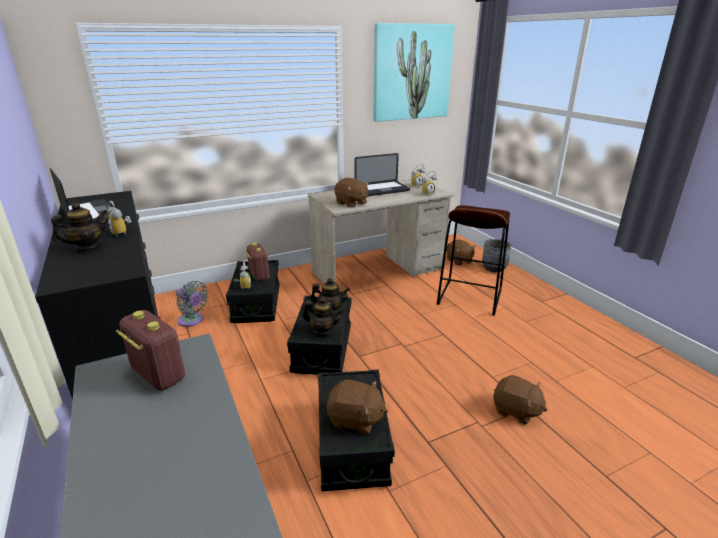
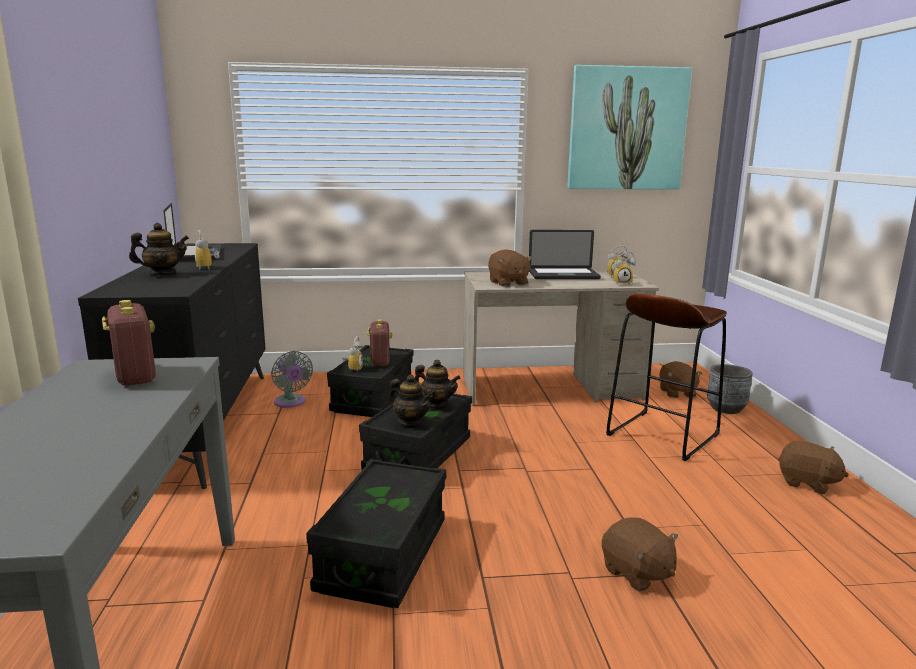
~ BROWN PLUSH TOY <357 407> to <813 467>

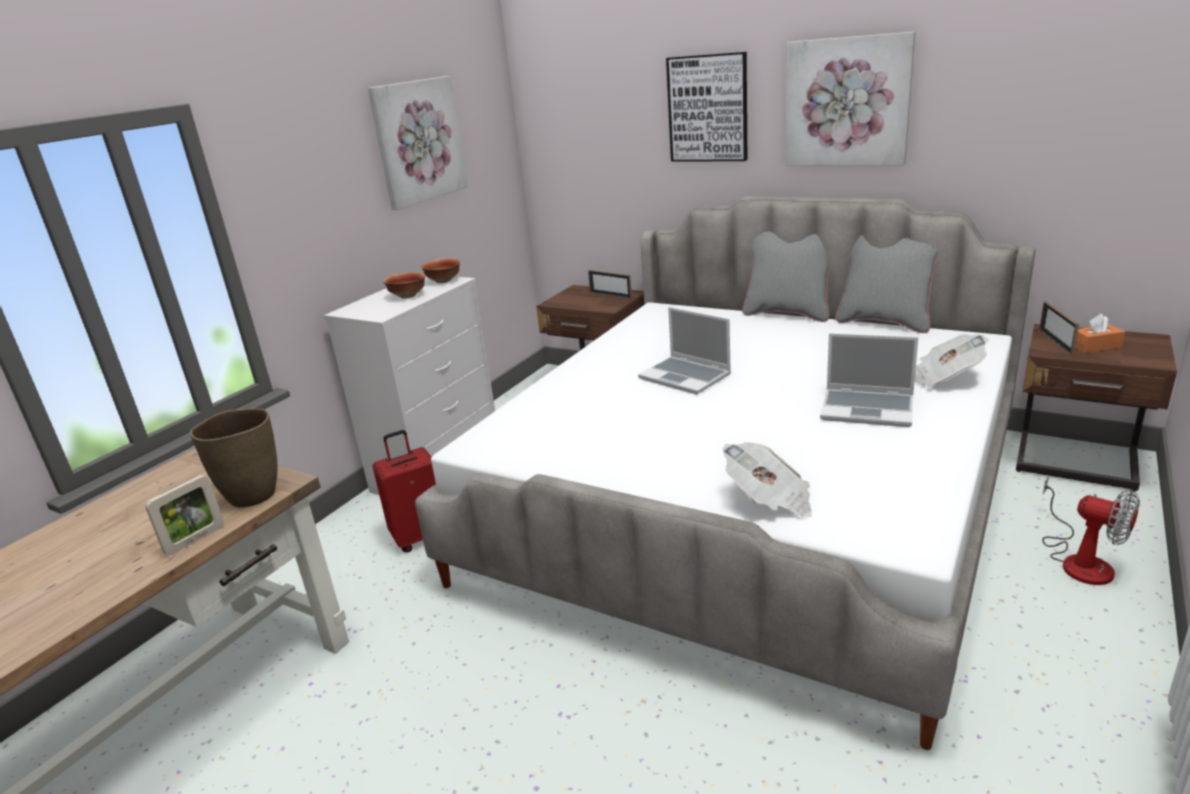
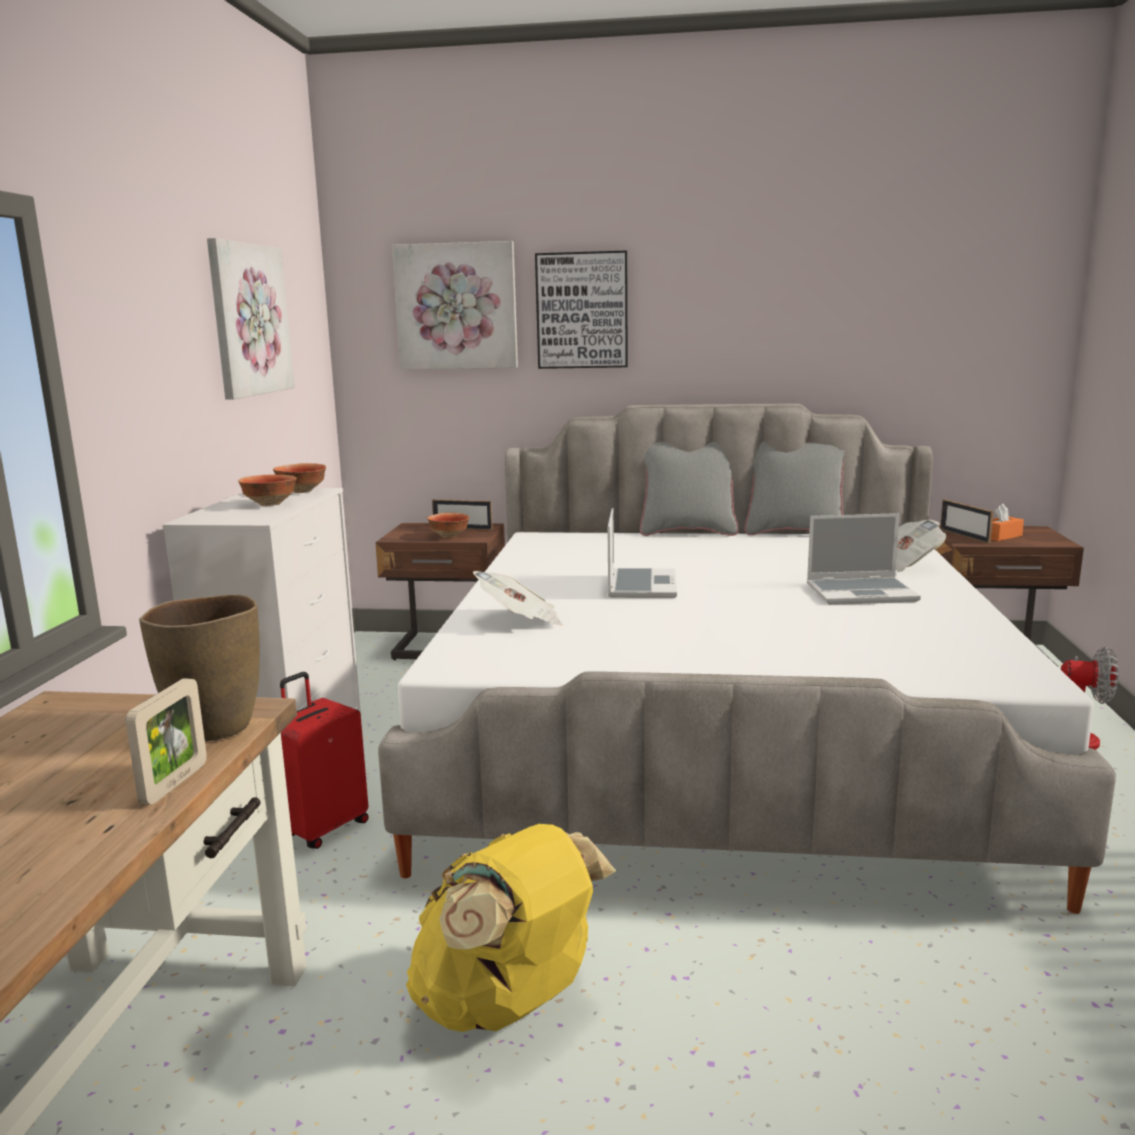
~ LAPTOP <684 351> = <642 553> 105 degrees counterclockwise
~ NEWSPAPER <767 479> to <517 598>
~ PICTURE <850 98> to <455 305>
+ YELLOW BACKPACK <511 928>
+ BOWL <448 525>

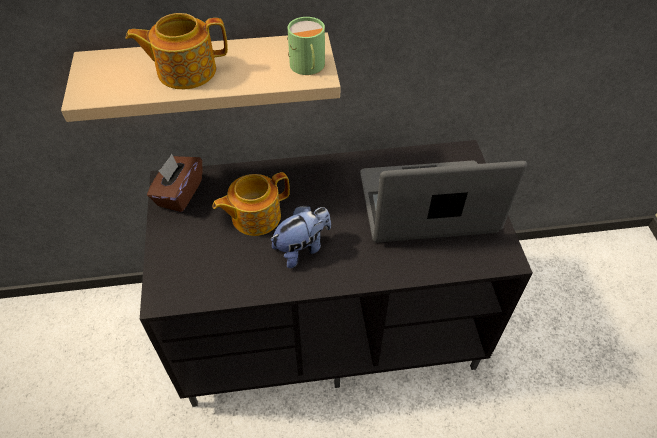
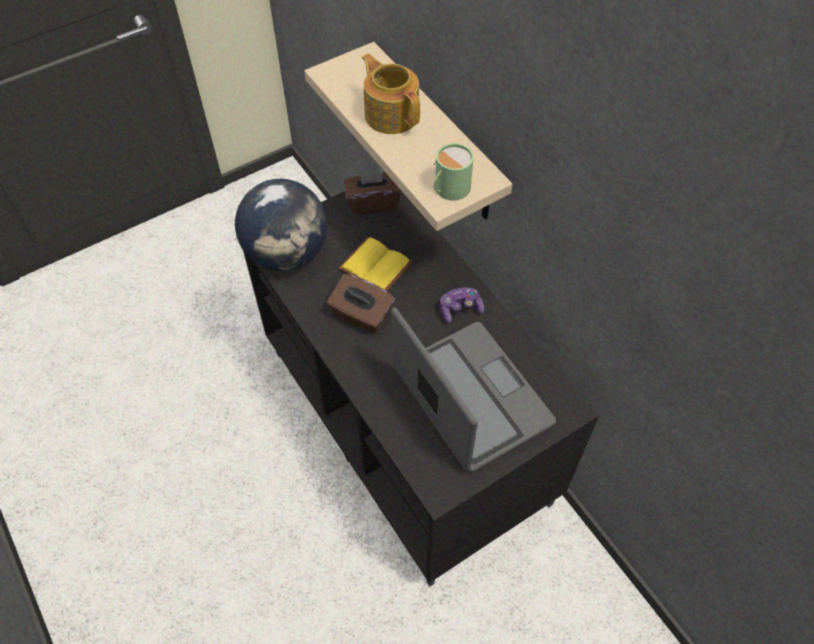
~ TEAPOT <251 204> to YELLOW BOOK <376 264>
~ PLUSH TOY <300 237> to BROWN TISSUE BOX <361 303>
+ GLOBE <281 225>
+ GAME CONTROLLER <462 305>

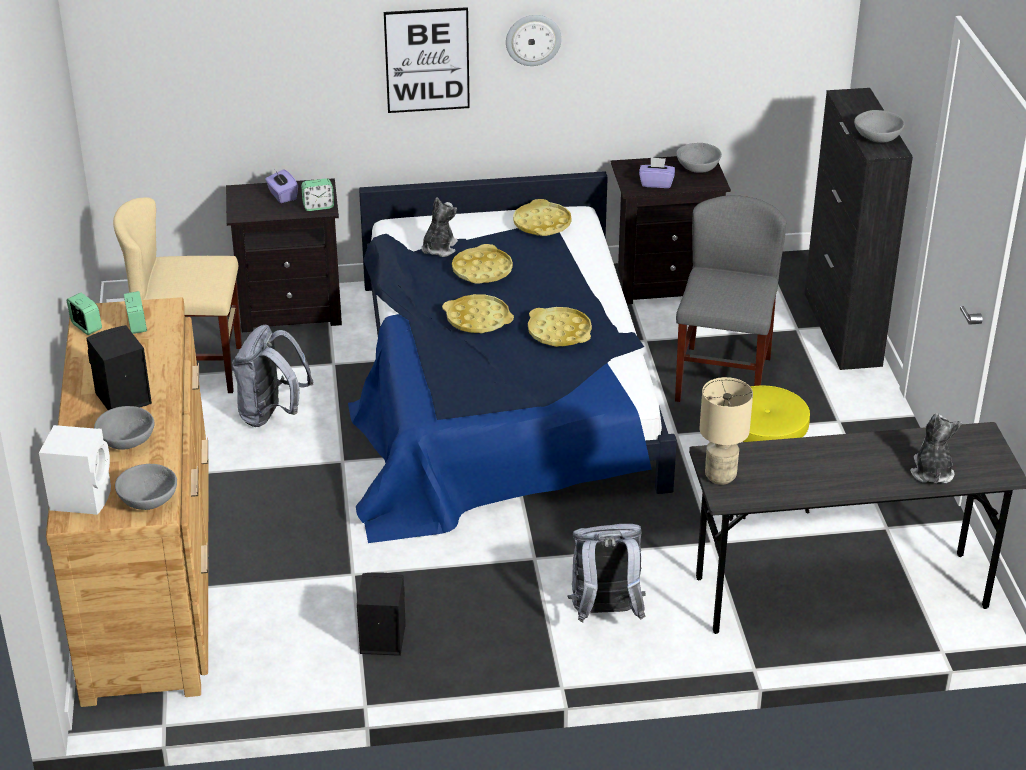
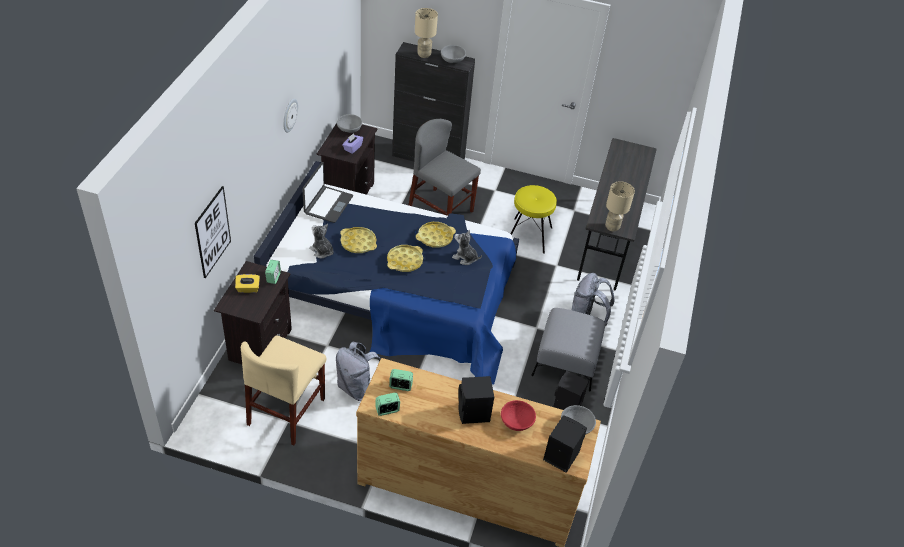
~ WHITE SPEAKER <75 470> to BLACK SPEAKER <565 444>
~ GREY BOWL <124 428> to RED BOWL <518 415>
~ PURPLE TISSUE BOX <281 186> to YELLOW TISSUE BOX <247 283>
~ PICTURE <427 60> to <213 232>
~ YELLOW TRAY <542 217> to LAPTOP <327 192>
~ PLUSH TOY <936 448> to <467 247>
+ BEIGE TABLE LAMP <426 33>
+ GREY OTTOMAN <568 350>

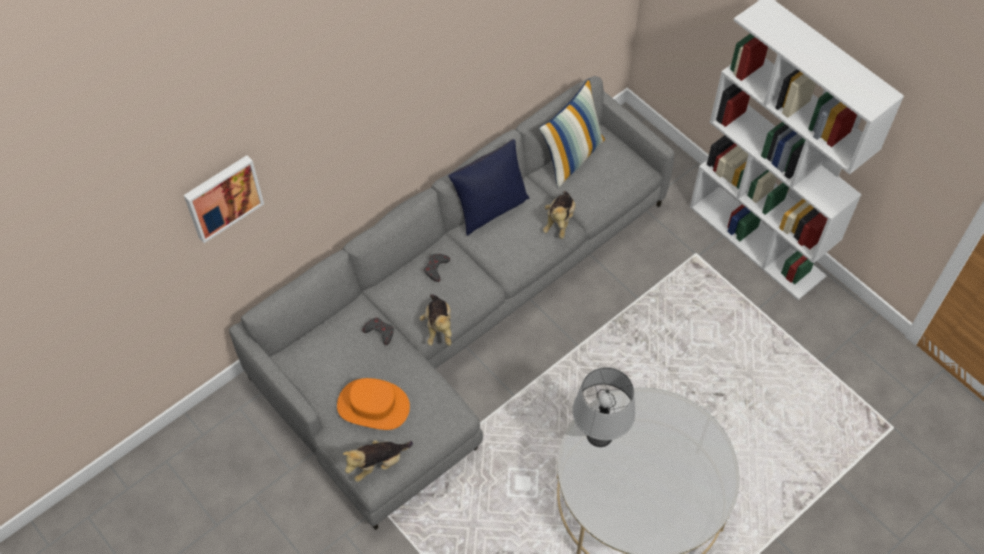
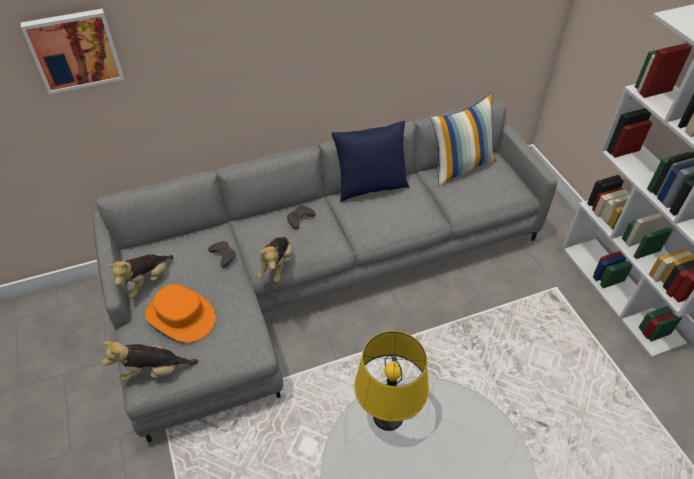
~ PLUSH TOY <559 215> to <140 276>
~ GREY TABLE LAMP <604 407> to YELLOW TABLE LAMP <391 381>

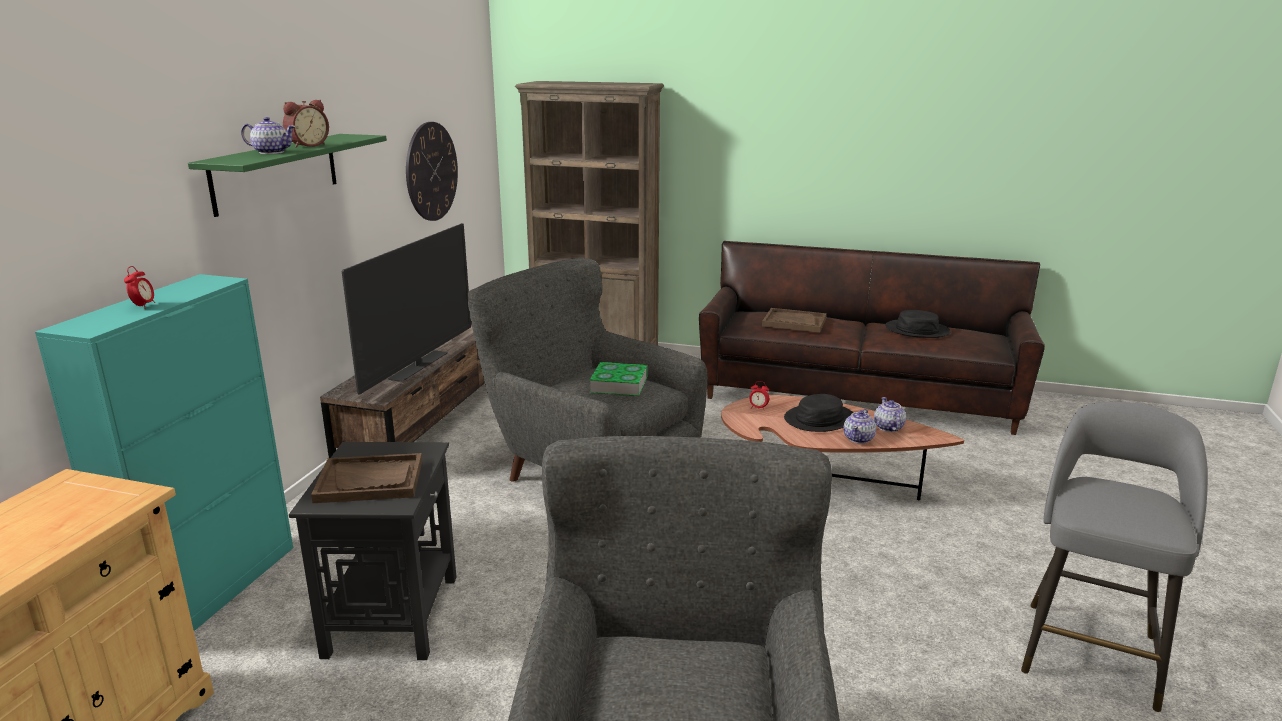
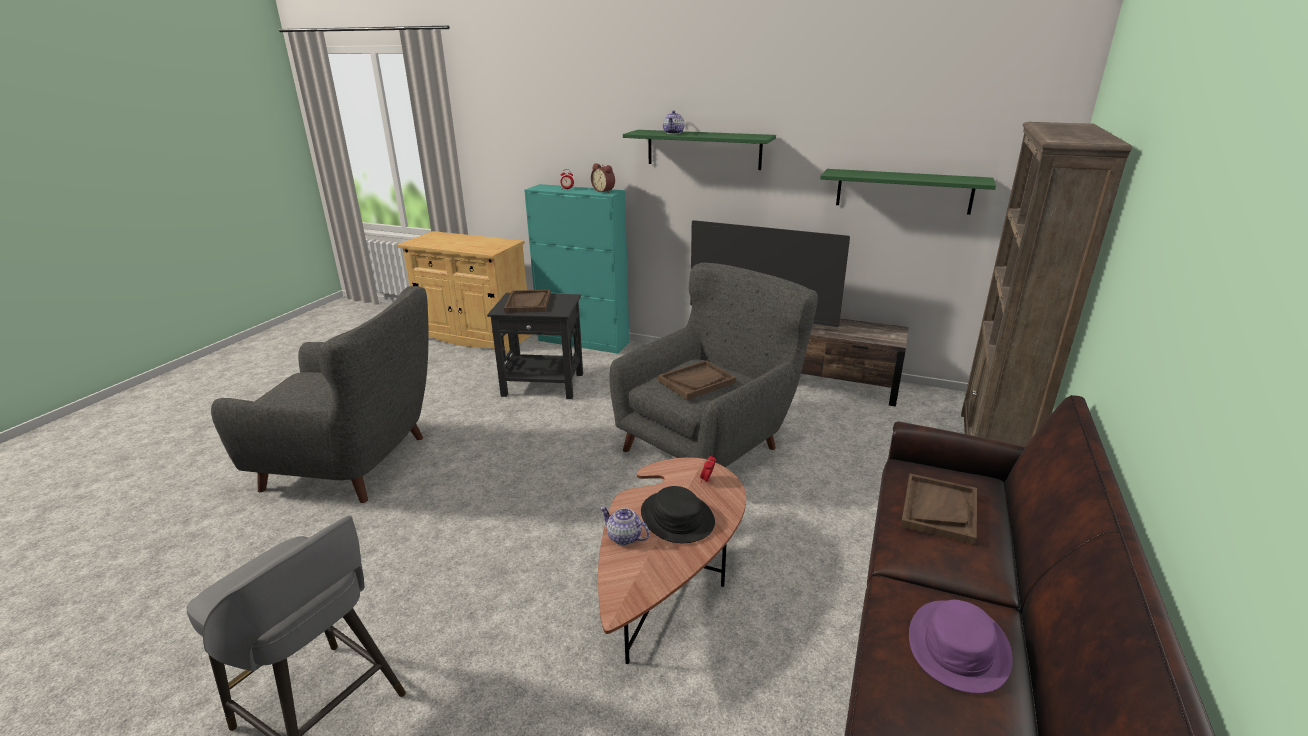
~ ALARM CLOCK <306 124> to <603 178>
~ WALL CLOCK <432 171> to GREEN SHELF <908 192>
~ BOOK <618 379> to BROWN TRAY <697 380>
- TEAPOT <890 414>
~ BLACK HAT <918 324> to PURPLE HAT <961 647>

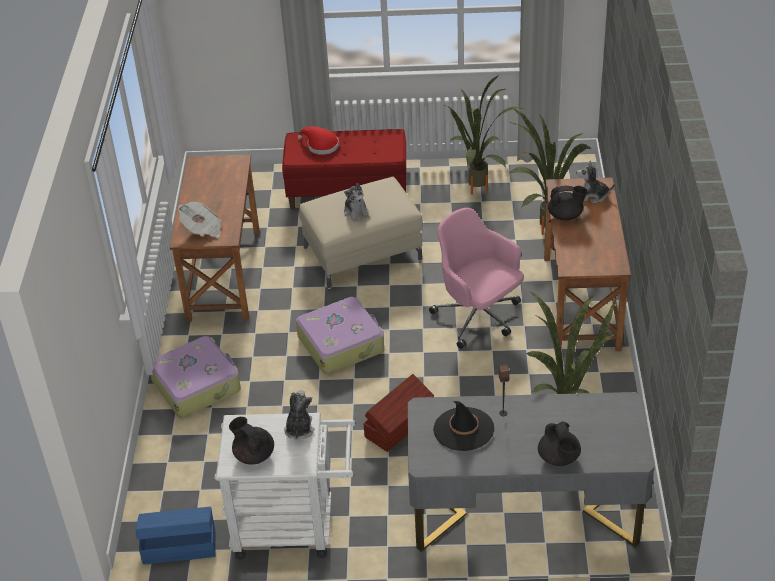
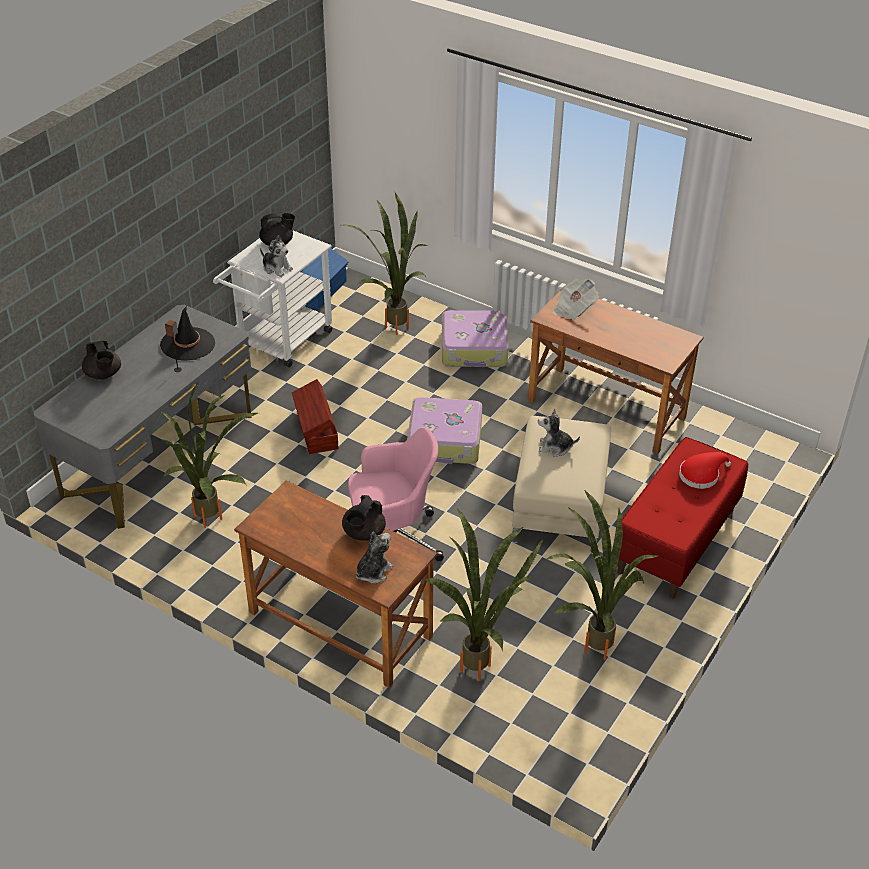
~ BLACK TEAPOT <559 444> = <101 360> 135 degrees counterclockwise
+ POTTED PLANT <385 264>

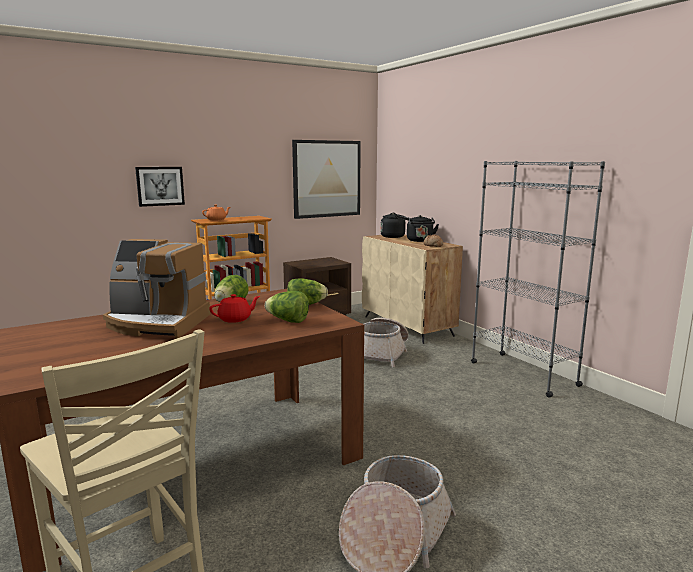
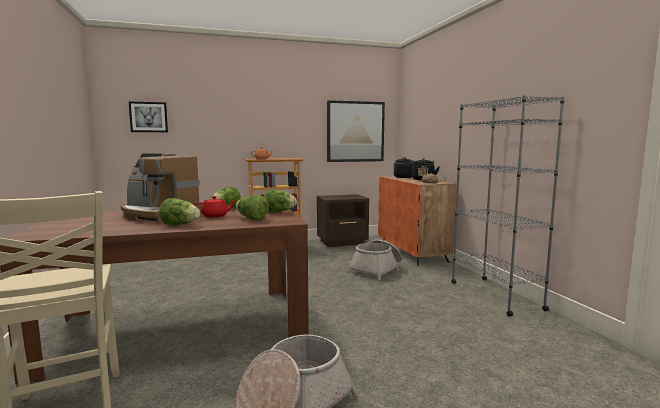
~ PICTURE <160 187> to <148 117>
~ BEIGE CABINET <412 289> to ORANGE CABINET <417 221>
+ LETTUCE <179 212>

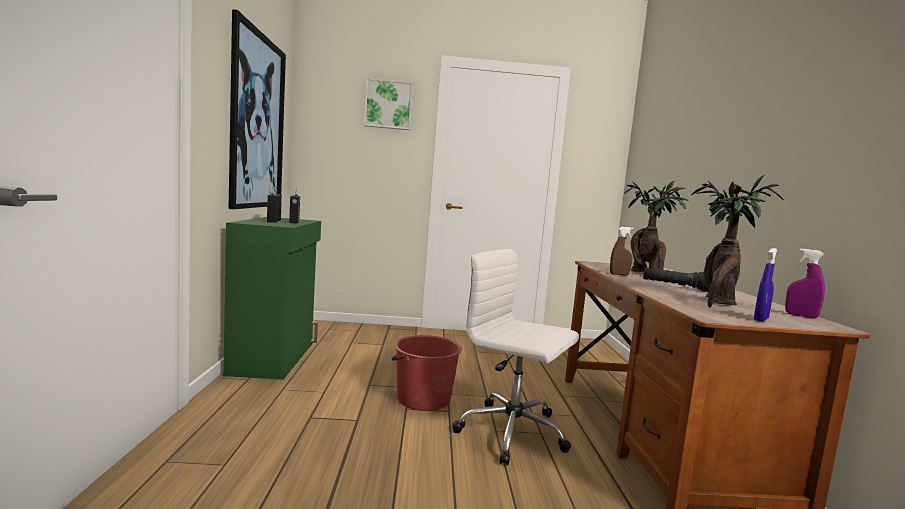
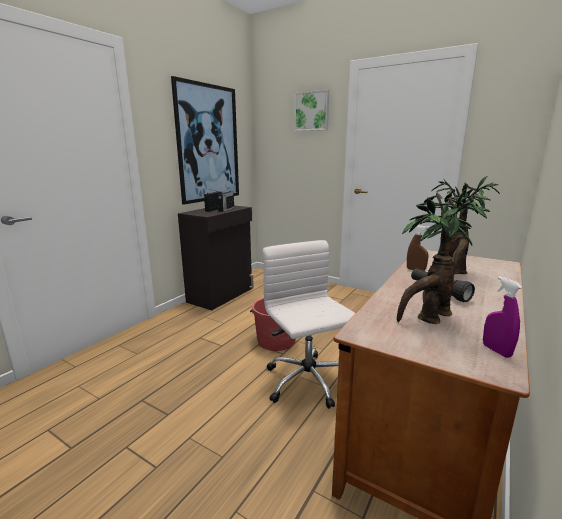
~ GREEN CABINET <272 298> to BLACK CABINET <216 258>
- BLUE SPRAY BOTTLE <765 285>

